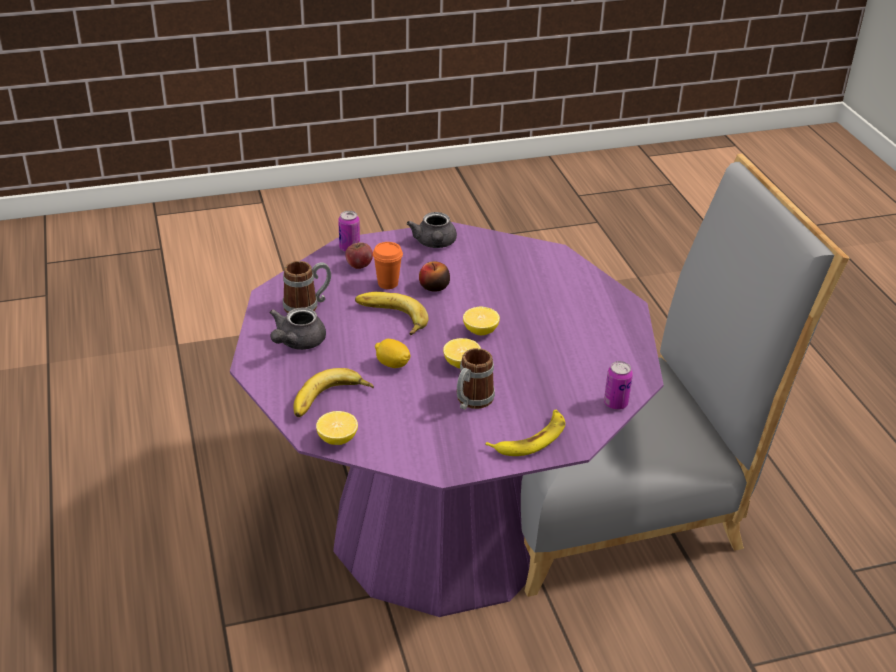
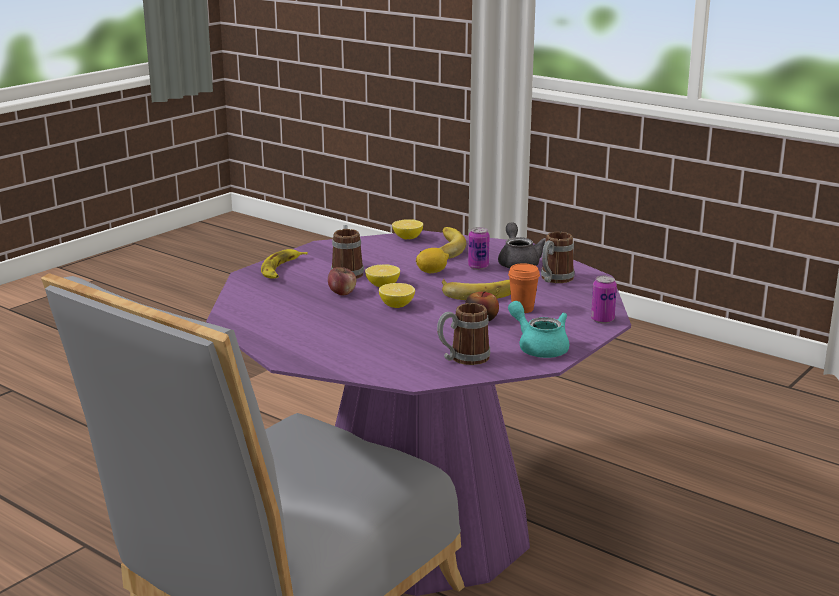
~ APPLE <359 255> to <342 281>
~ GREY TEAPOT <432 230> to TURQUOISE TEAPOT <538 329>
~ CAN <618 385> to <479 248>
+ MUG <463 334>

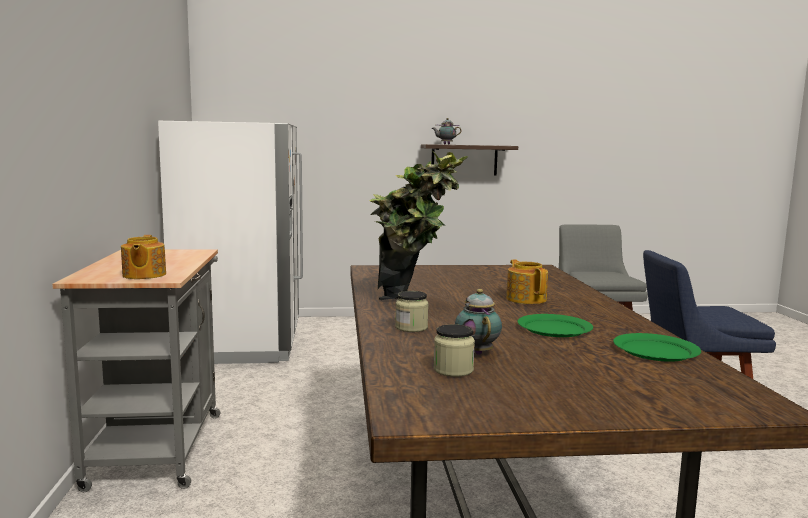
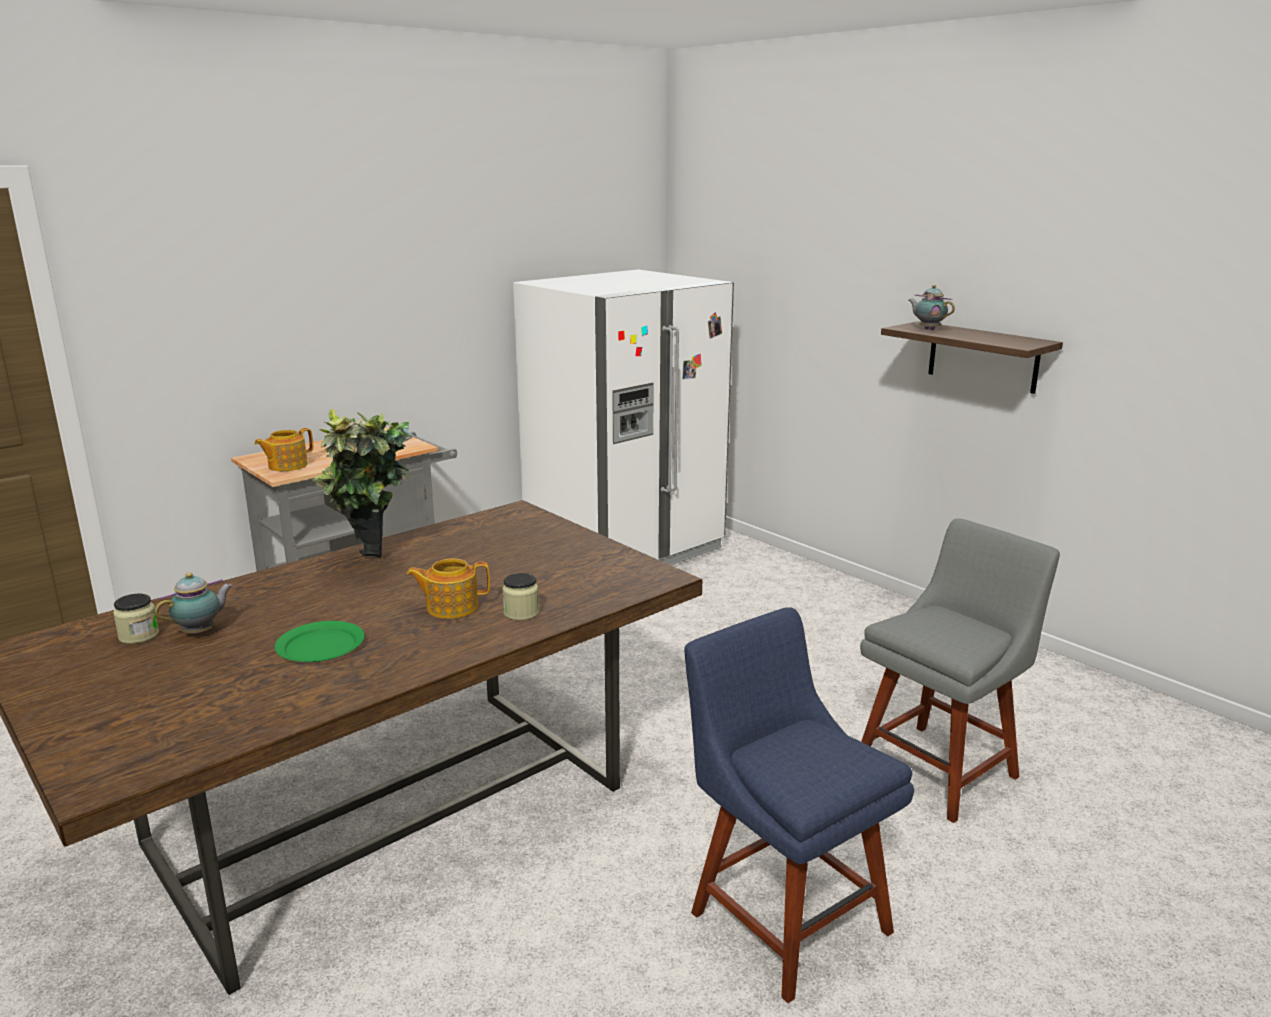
~ JAR <412 311> to <520 597>
~ TEAPOT <527 281> = <448 588> 135 degrees counterclockwise
- GREEN PLATE <657 347>

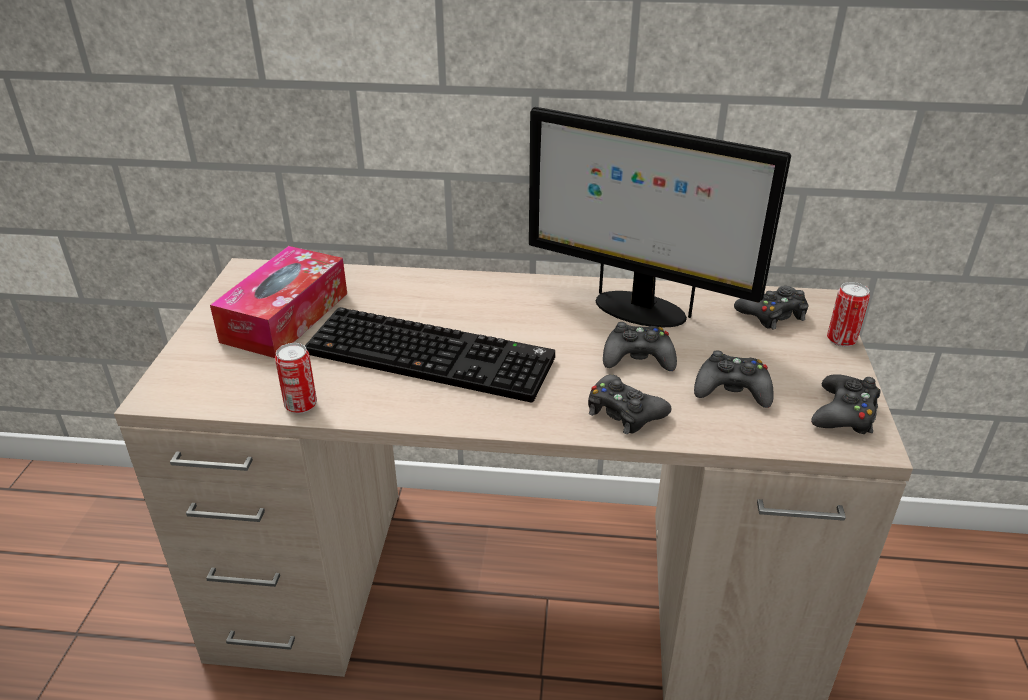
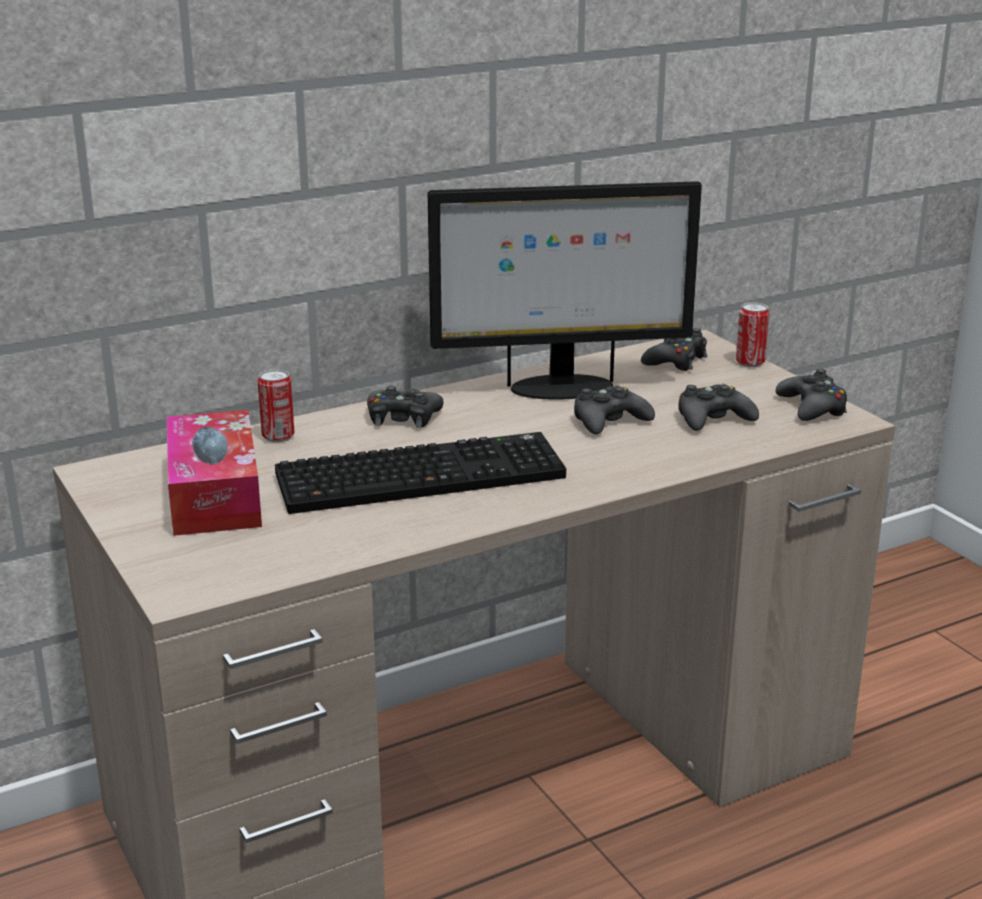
~ CAN <296 378> to <276 405>
~ BLACK GAME CONTROLLER <630 404> to <405 407>

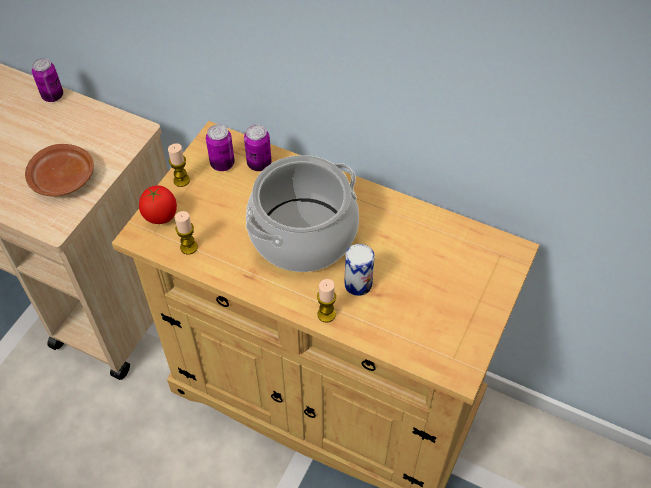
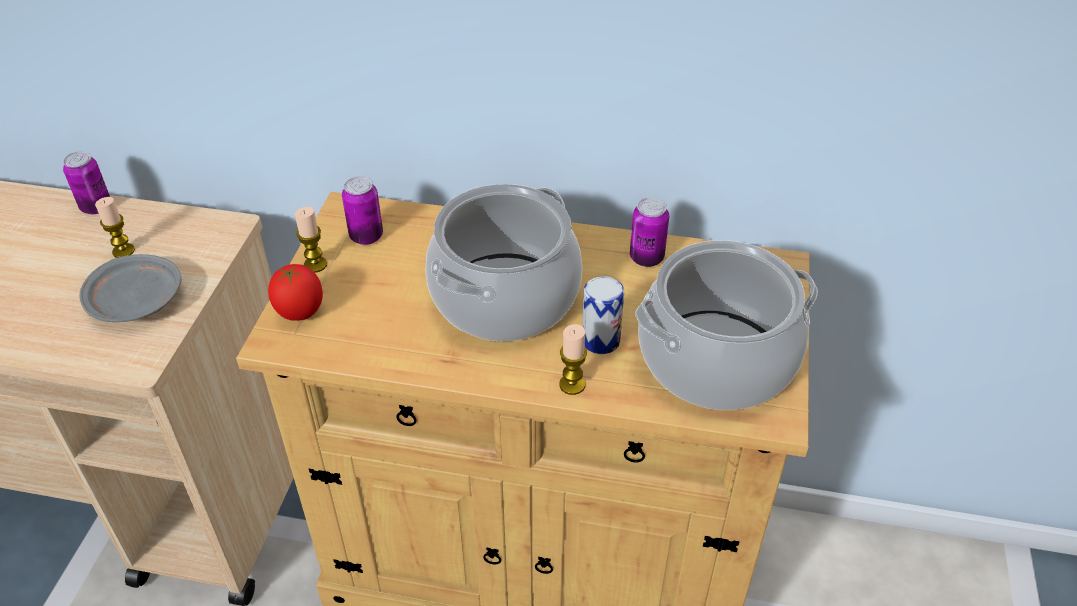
~ BROWN PLATE <59 170> to GREY PLATE <130 288>
~ CANDLE <186 233> to <115 227>
~ CAN <257 147> to <649 232>
+ COOKING POT <726 325>

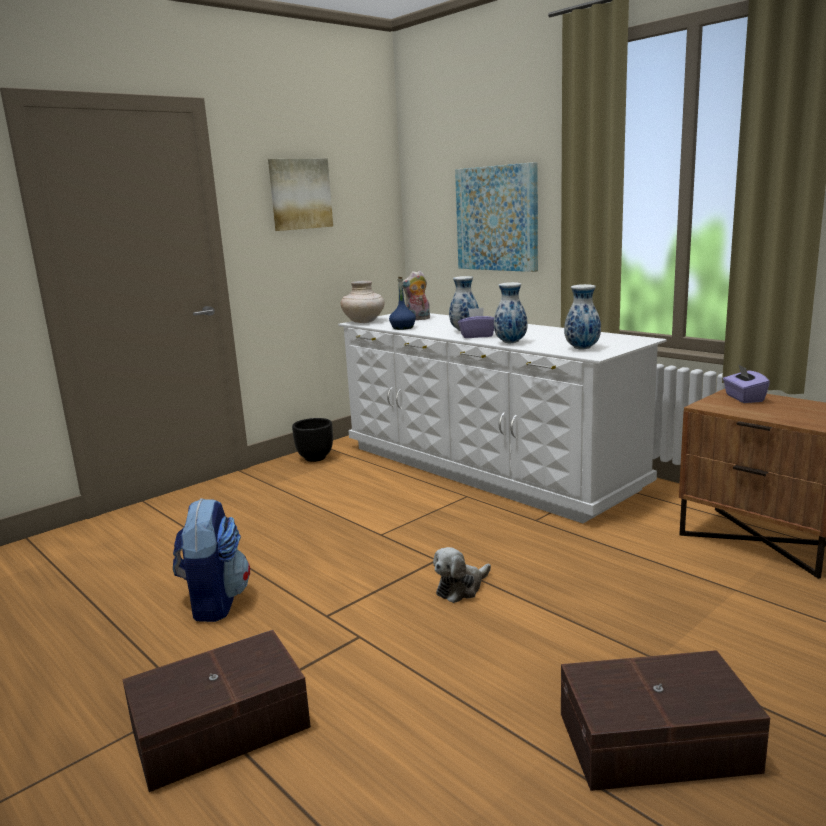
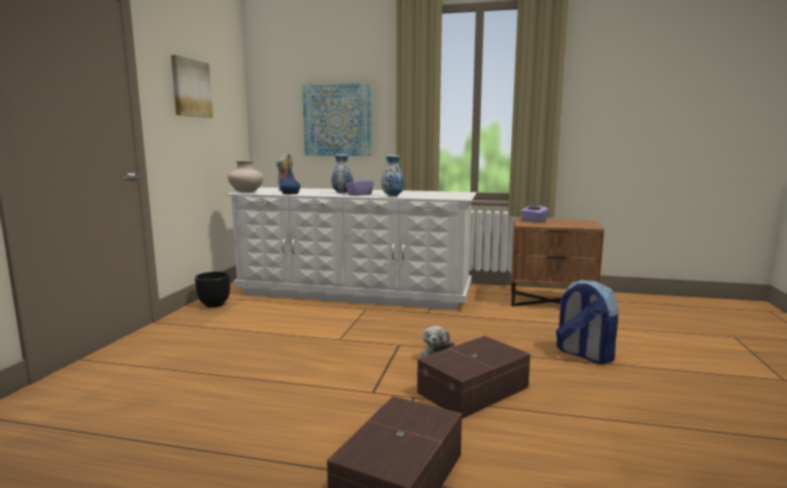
~ BACKPACK <211 560> to <587 322>
~ BROWN STORAGE BOX <665 720> to <473 377>
- VASE <582 316>

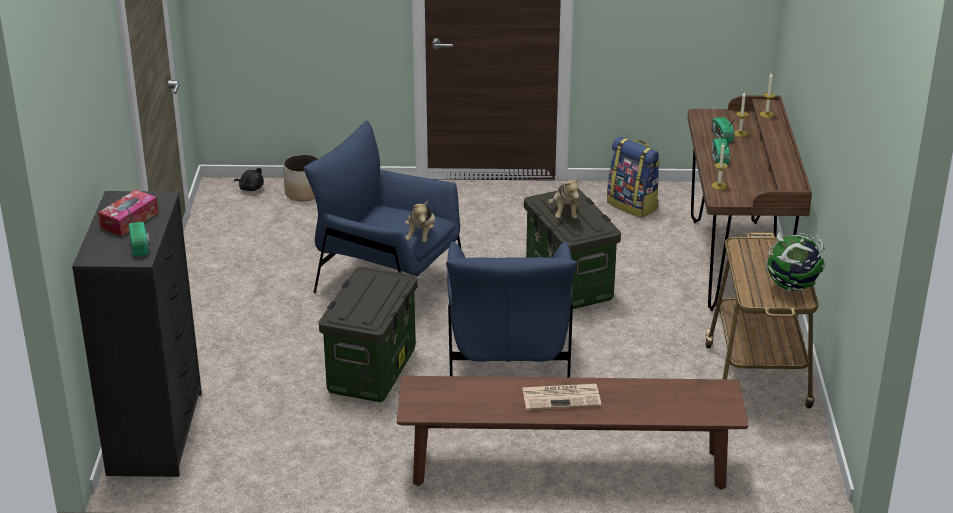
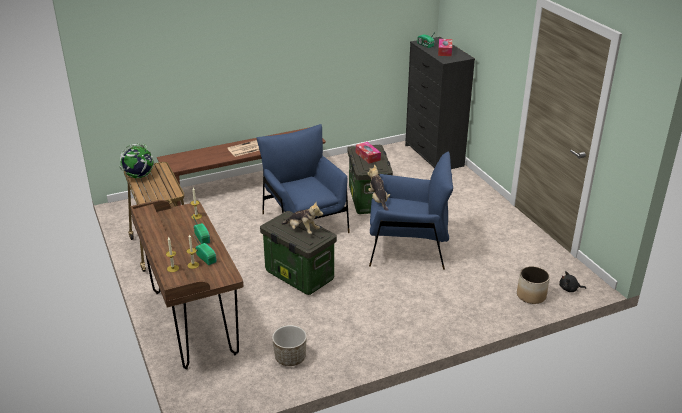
~ PLUSH TOY <563 198> = <302 218> 150 degrees clockwise
~ BACKPACK <633 177> to PLANTER <289 345>
+ TISSUE BOX <368 152>

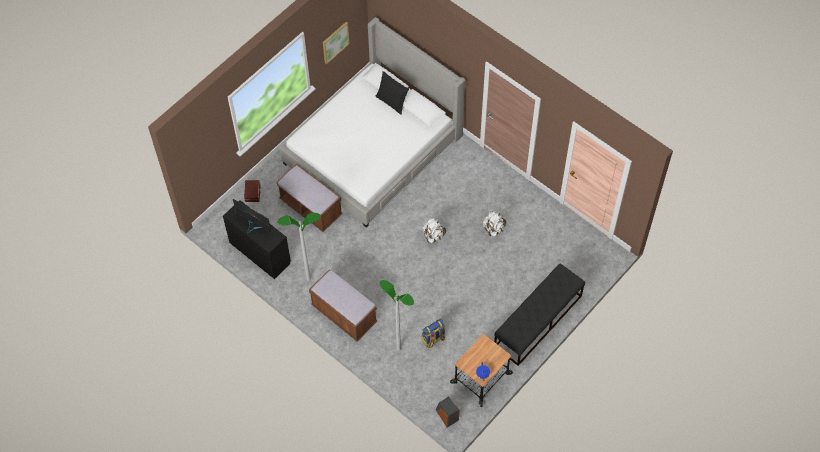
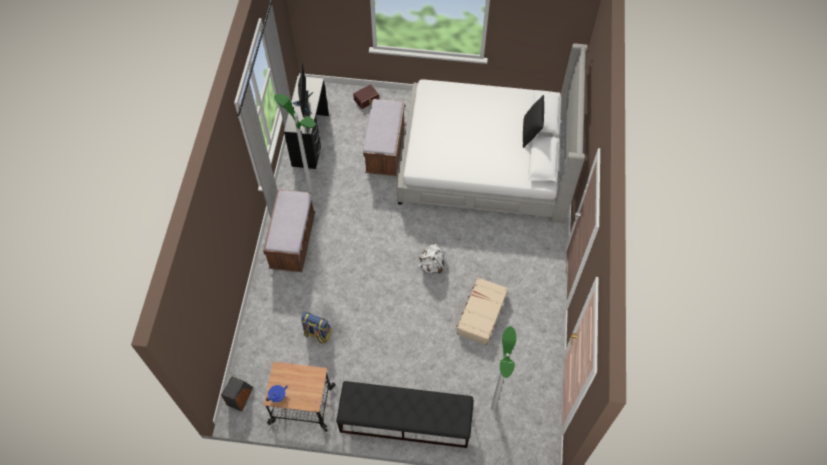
- PICTURE <336 43>
~ FLOOR LAMP <397 315> to <503 368>
~ WHITE BACKPACK <494 223> to BEIGE SUITCASE <482 311>

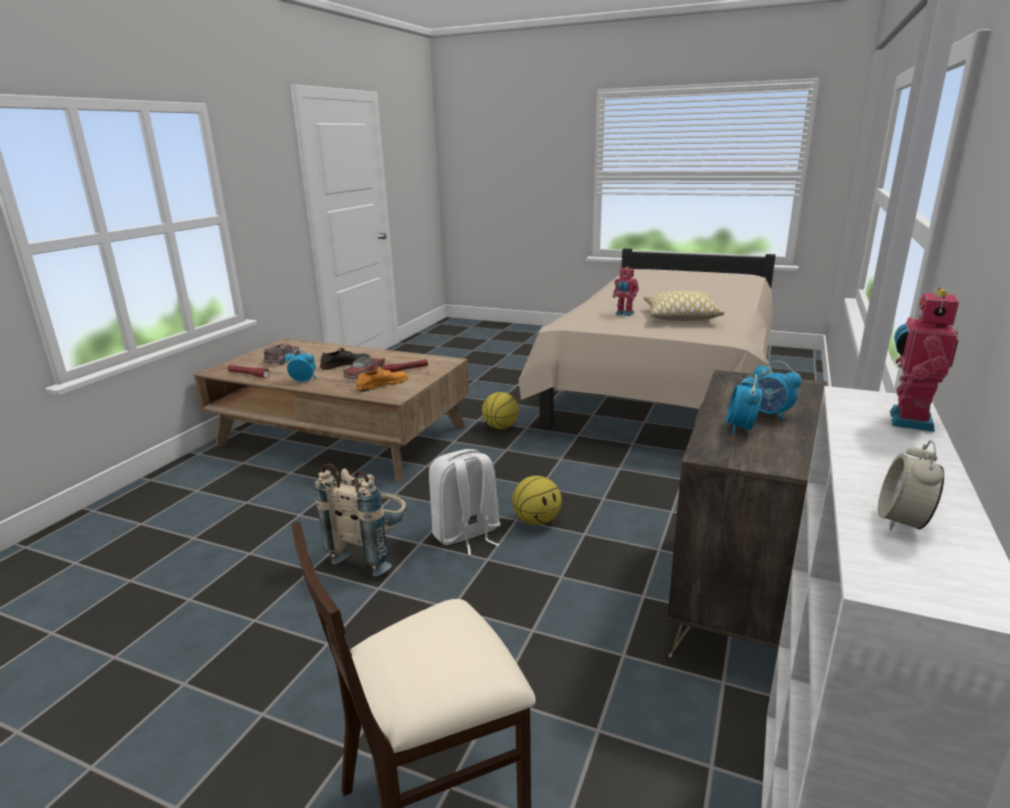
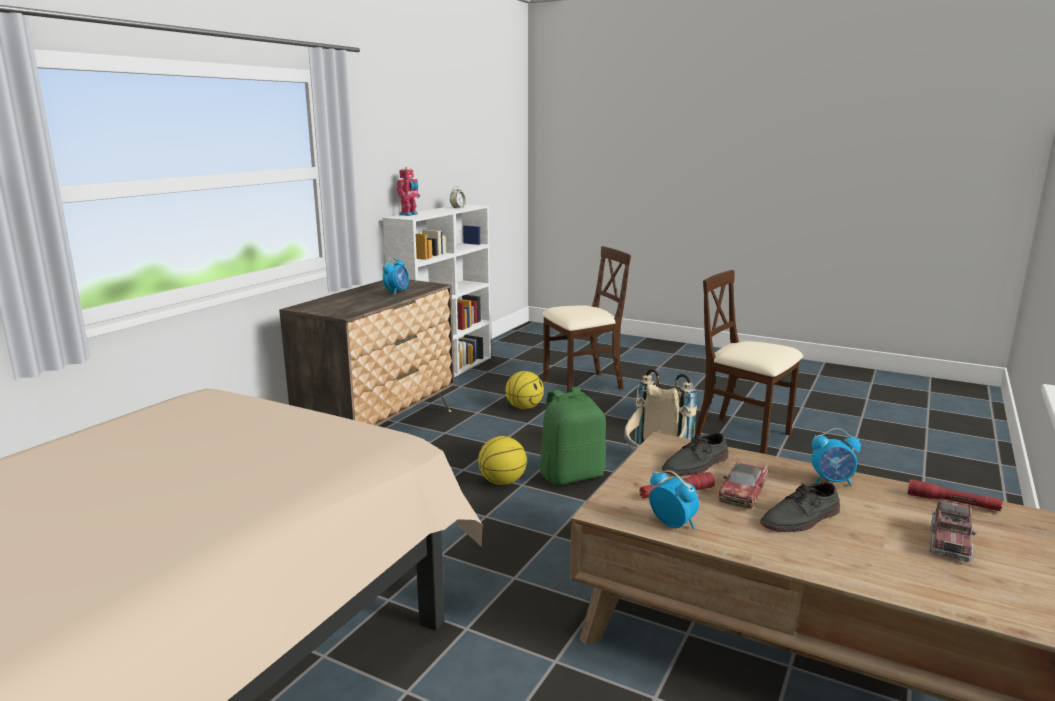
~ ORANGE SHOE <383 379> to GREY SHOE <695 454>
~ WHITE BACKPACK <465 502> to GREEN BACKPACK <572 436>
~ BASKETBALL <500 410> to <524 390>
- TOY ROBOT <626 291>
- PILLOW <684 306>
~ ALARM CLOCK <777 391> to <674 499>
+ BEIGE CHAIR <748 362>

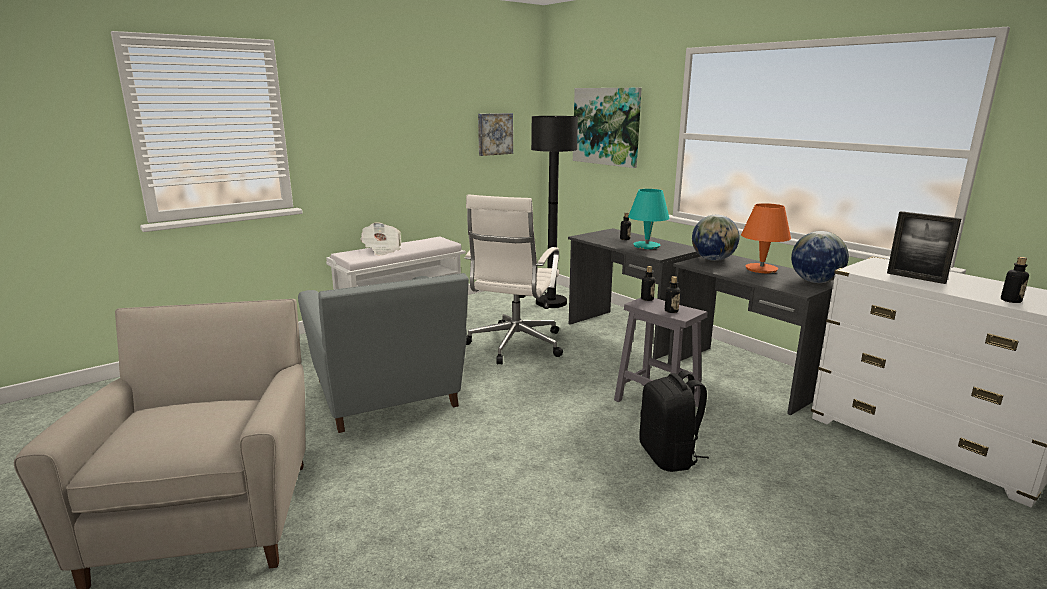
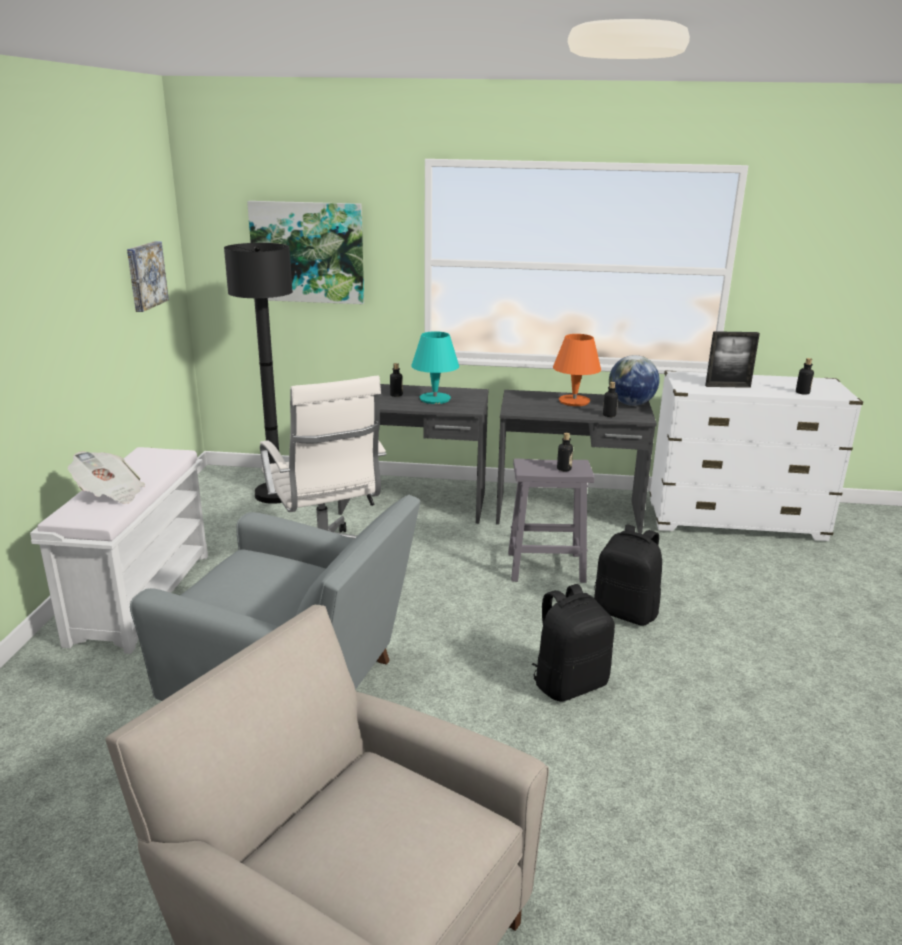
~ BOTTLE <648 283> to <610 399>
- GLOBE <715 238>
+ BLACK BACKPACK <573 642>

